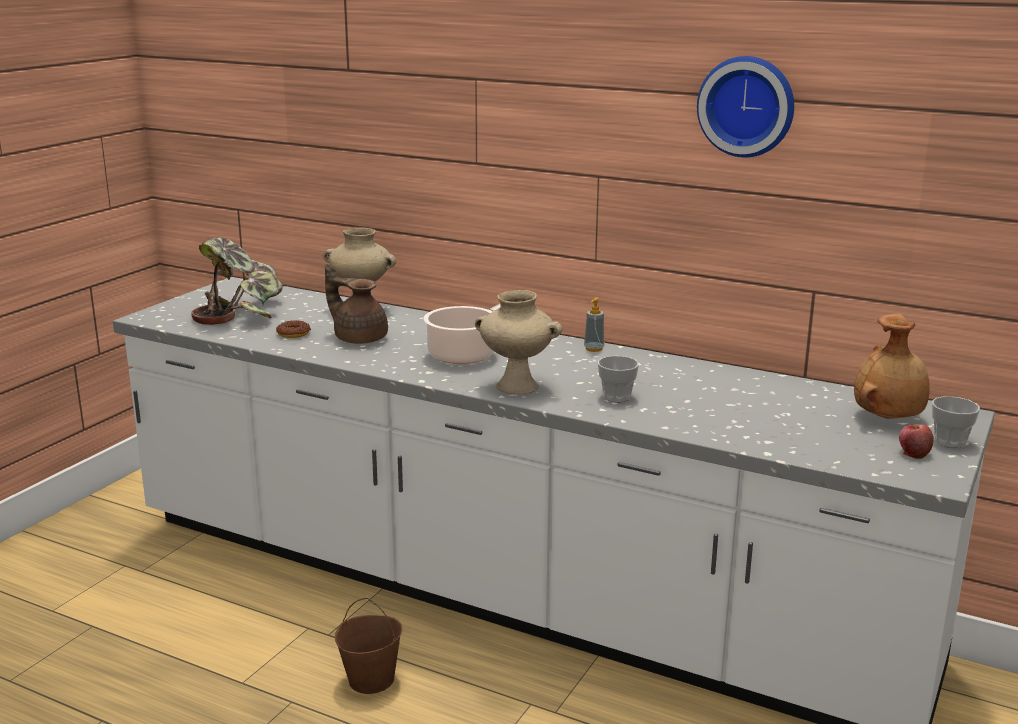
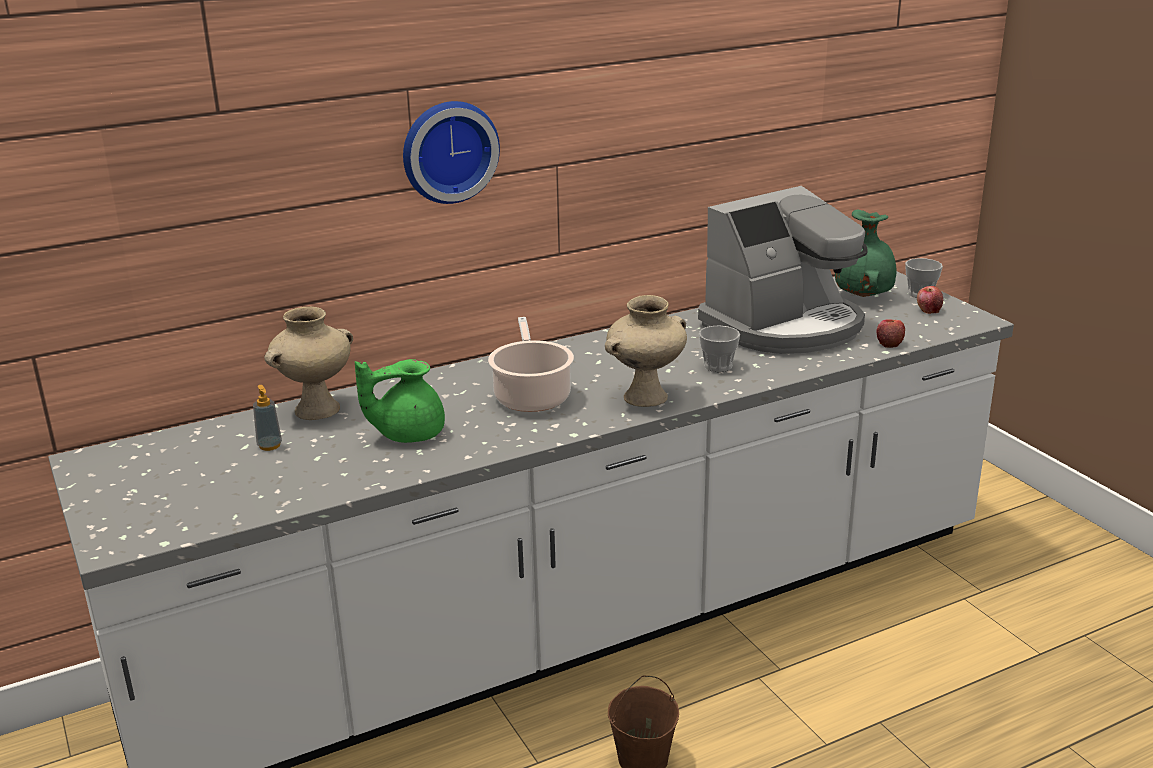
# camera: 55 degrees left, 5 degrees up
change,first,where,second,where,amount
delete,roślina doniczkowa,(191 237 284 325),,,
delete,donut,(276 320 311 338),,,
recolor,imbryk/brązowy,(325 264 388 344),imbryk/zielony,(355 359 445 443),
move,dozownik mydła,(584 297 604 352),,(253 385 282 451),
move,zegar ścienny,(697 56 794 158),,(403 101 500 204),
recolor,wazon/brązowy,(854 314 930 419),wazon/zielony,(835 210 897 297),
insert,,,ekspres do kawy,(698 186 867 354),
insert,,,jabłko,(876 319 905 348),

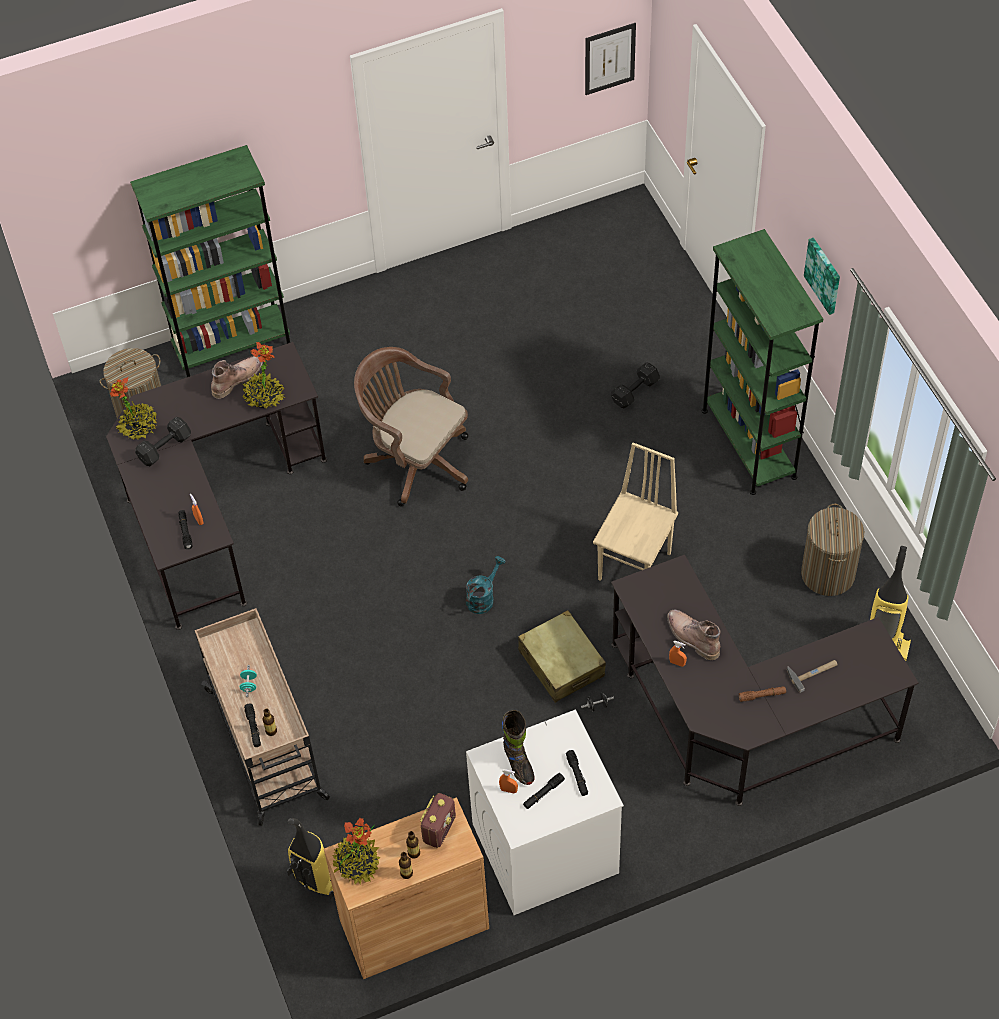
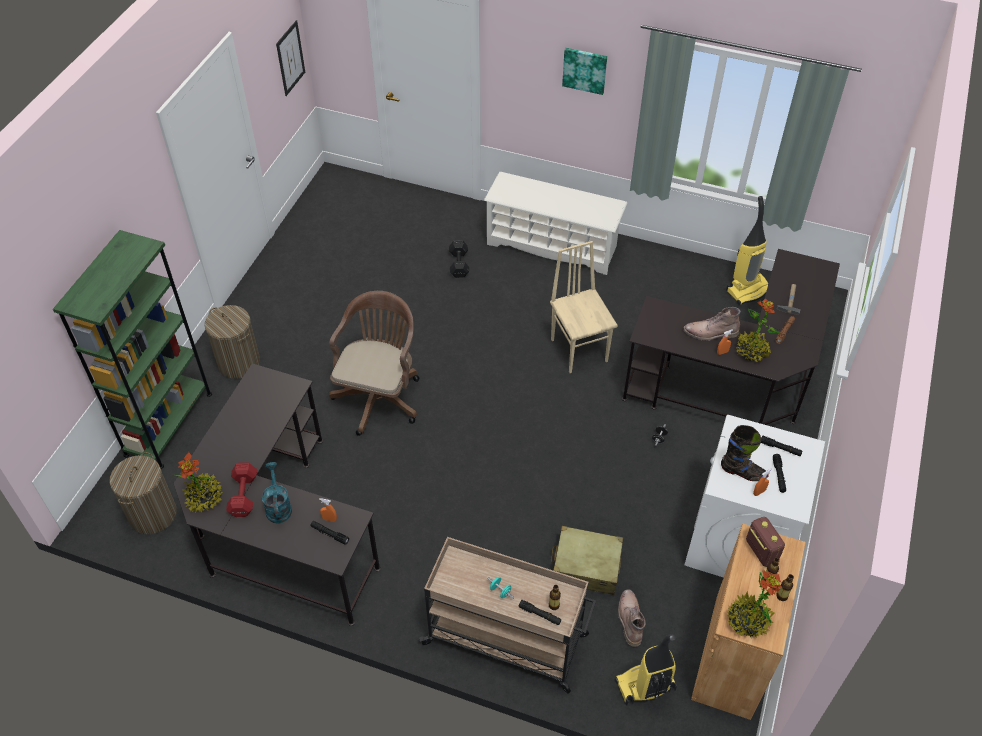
# camera: 50 degrees left, 5 degrees down
change,first,where,second,where,amount
recolor,hantel/czarny,(135 417 191 466),hantel/czerwony,(226 462 257 517),
move,but z cholewką/brązowy,(211 356 263 399),,(618 589 646 647),
move,roślina doniczkowa,(242 342 285 408),,(736 299 780 362),
rotate,krzesło biurowe/brązowy,(354 347 468 507),,(329 291 419 436),120 degrees clockwise
move,konewka/turkusowy,(466 556 505 614),,(262 462 292 524),
move,walizka/beżowy,(518 610 606 703),,(551 526 623 595),
replace,regał/zielony,(702 229 823 495),regał na buty/biały,(484 172 627 275),
move,kosz na pranie,(801 504 864 596),,(205 305 260 379),

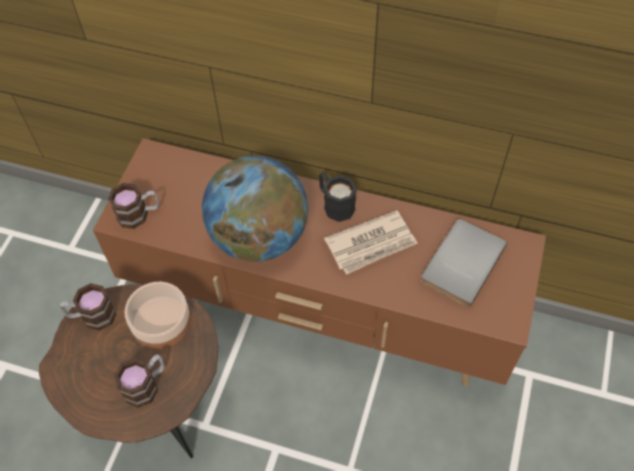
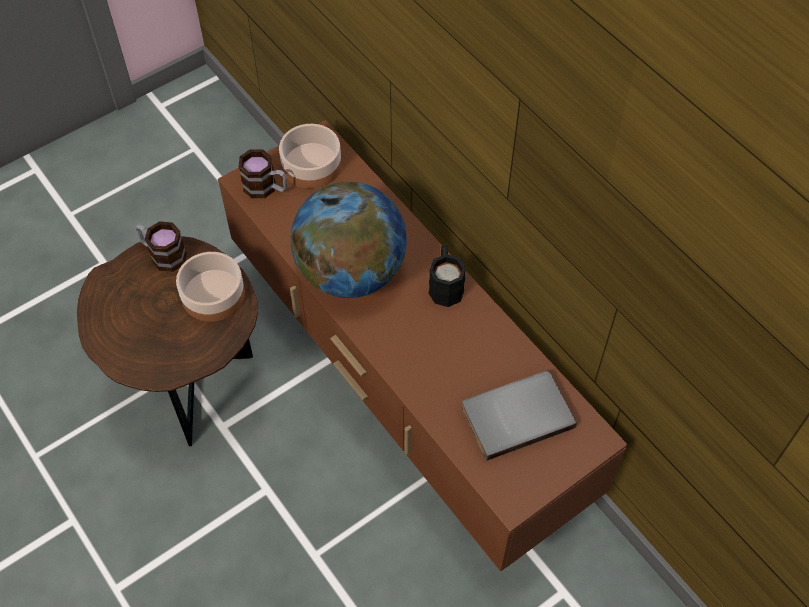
# camera: 35 degrees right, 0 degrees up
change,first,where,second,where,amount
delete,kubek,(114 354 165 408),,,
delete,gazeta,(324 210 418 275),,,
insert,,,miska,(279 124 341 189),

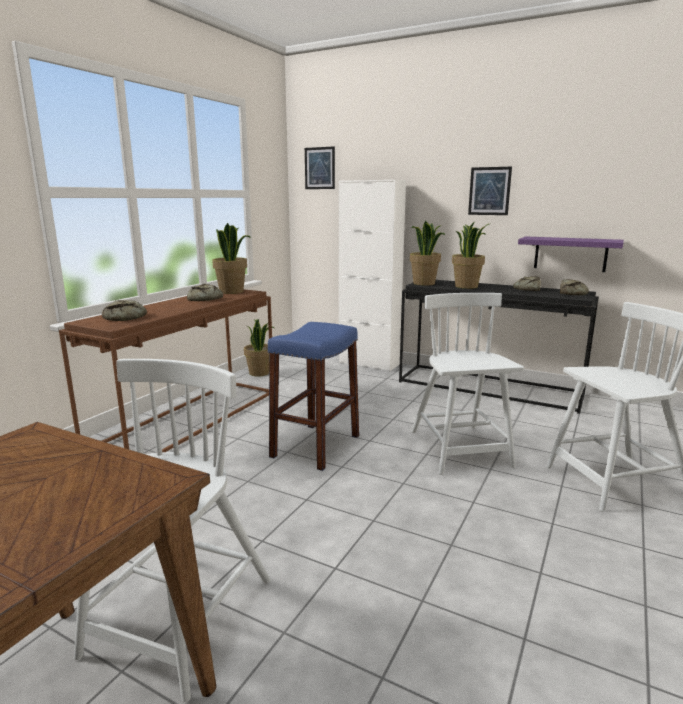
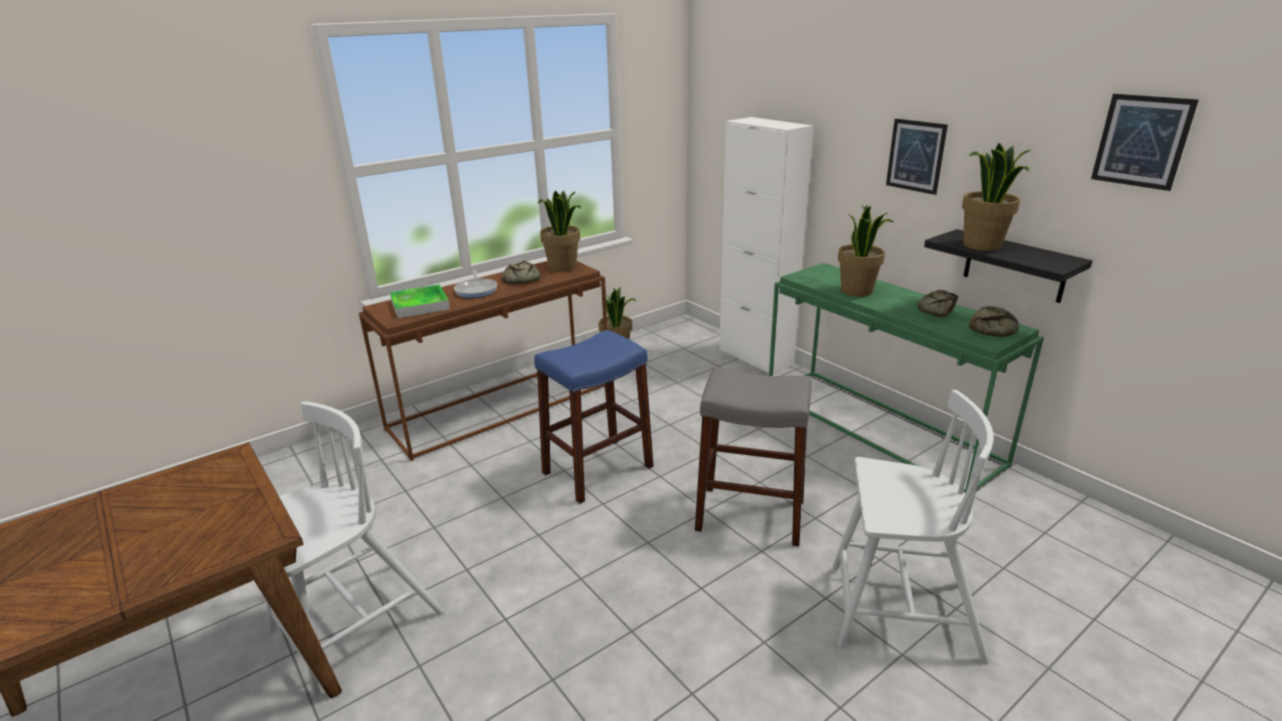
# camera: 25 degrees right, 10 degrees up
change,first,where,second,where,amount
replace,chleb,(102 300 147 321),taca,(390 284 450 318),
move,obraz,(305 146 335 189),,(1091 94 1199 191),
recolor,stolik konsolowy/czarny,(399 280 599 414),stolik konsolowy/zielony,(769 263 1044 494),
move,roślina doniczkowa,(410 221 445 286),,(962 143 1030 251),
replace,krzesło/biały,(411 293 524 475),stołek/szary,(695 367 812 547),
recolor,półka/fioletowy,(518 236 624 272),półka/czarny,(924 229 1093 303),
insert,,,patelnia,(454 270 497 298),

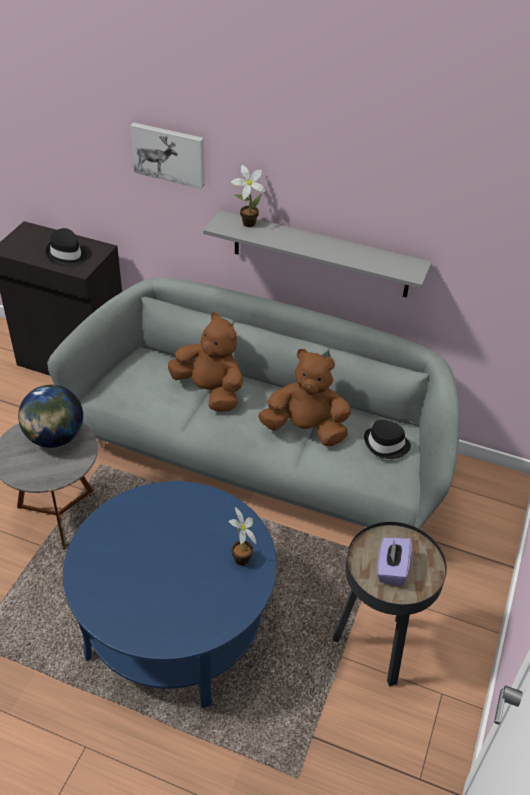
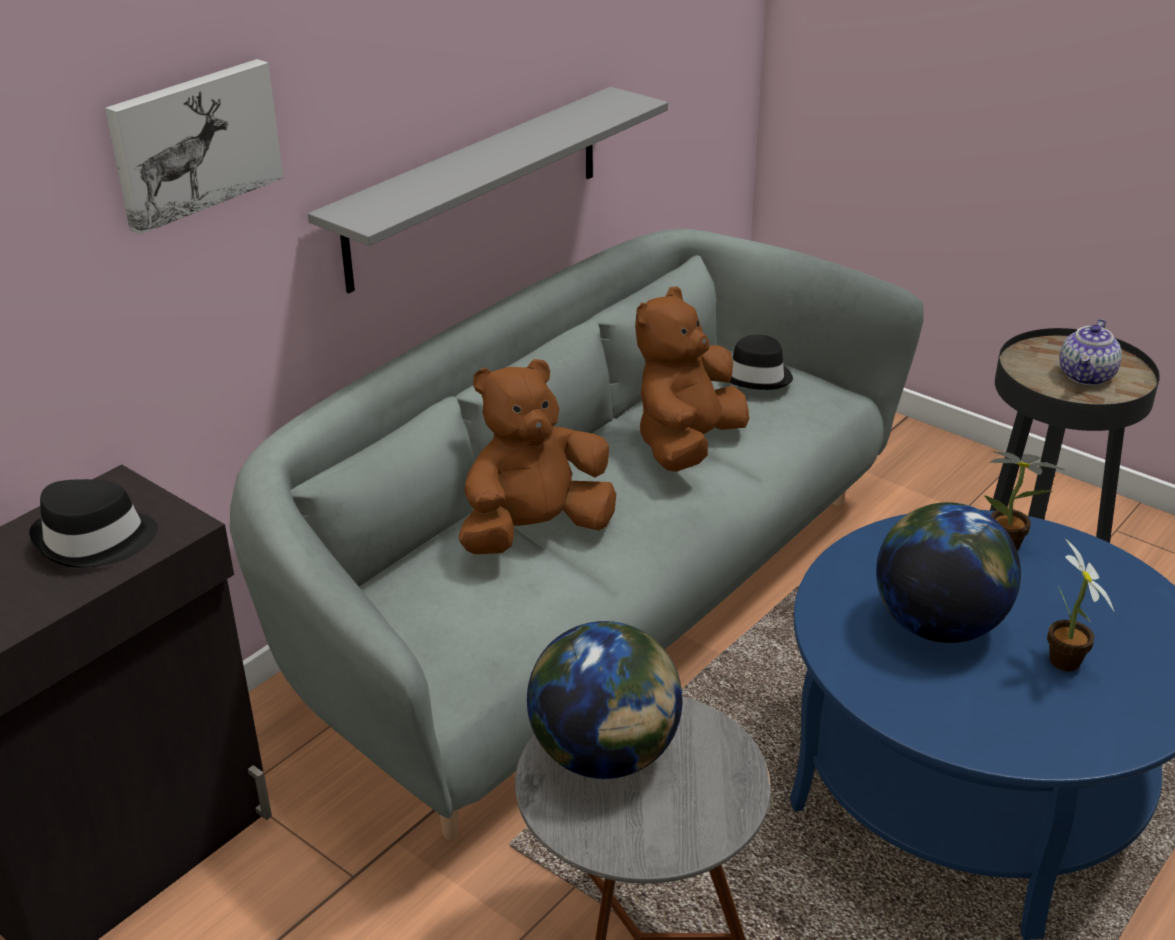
# camera: 70 degrees left, 10 degrees down
change,first,where,second,where,amount
move,roślina doniczkowa,(231 165 266 227),,(1047 538 1114 671),
replace,pudełko chusteczek/fioletowy,(377 538 412 586),imbryk,(1060 319 1122 386),
insert,,,globus,(876 502 1021 643),

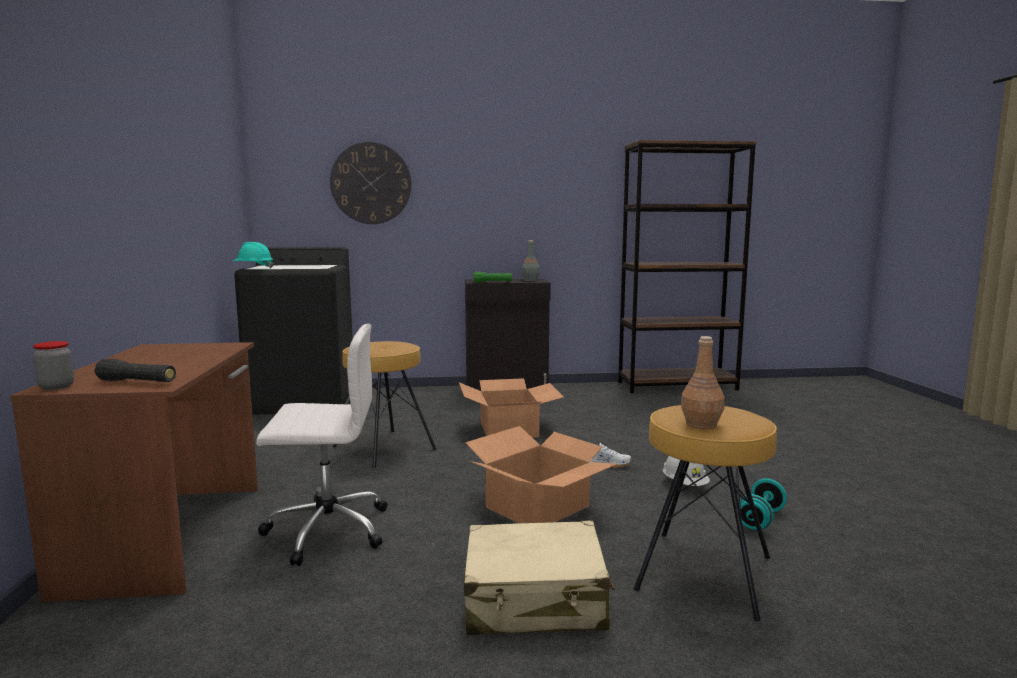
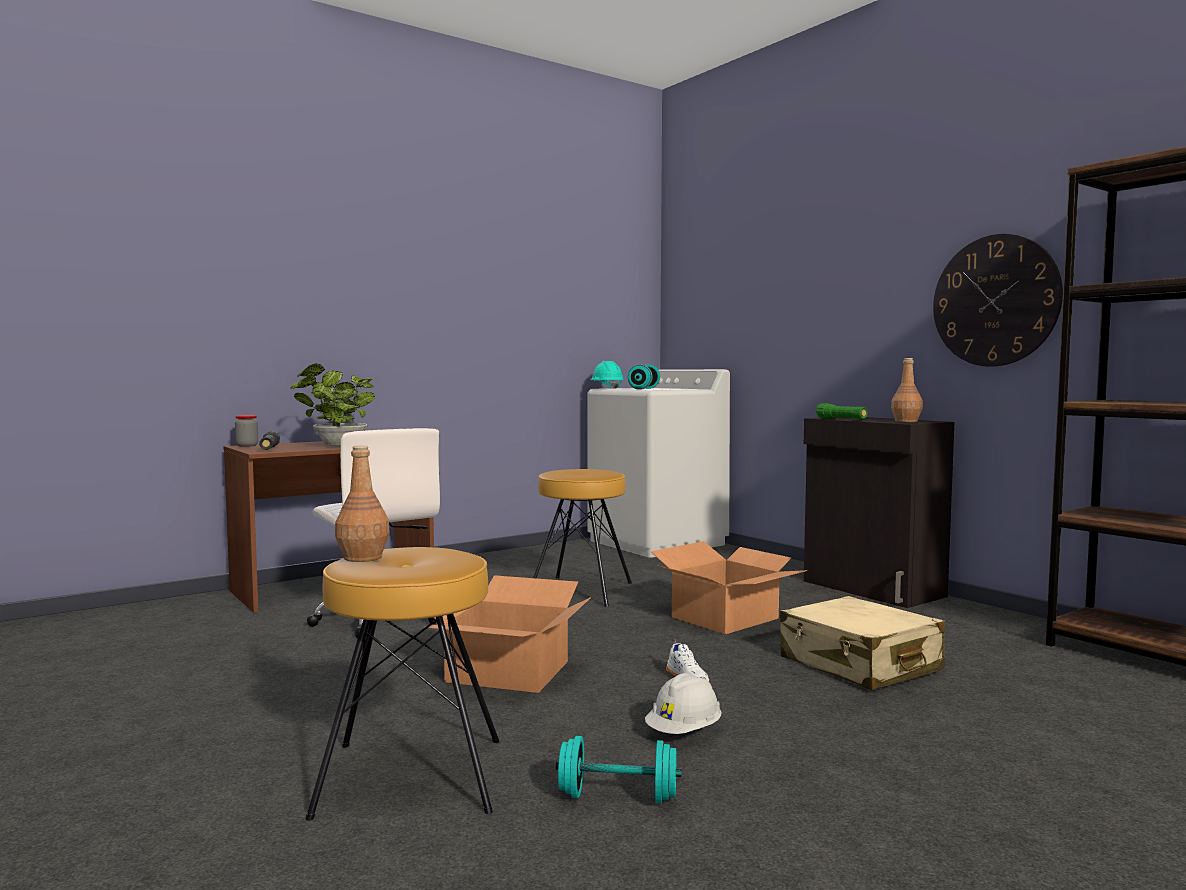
# camera: 60 degrees right, 5 degrees down
change,first,where,second,where,amount
recolor,pralka/czarny,(234 247 353 415),pralka/biały,(587 369 730 558),
move,zegar ścienny,(330 142 411 224),,(933 234 1063 367),
move,walizka/beżowy,(464 521 615 635),,(780 596 945 690),
recolor,butelka/szary,(521 240 540 281),butelka/brązowy,(891 358 923 422),
insert,,,roślina doniczkowa,(290 363 375 447),
insert,,,hantel/turkusowy,(627 364 660 390),

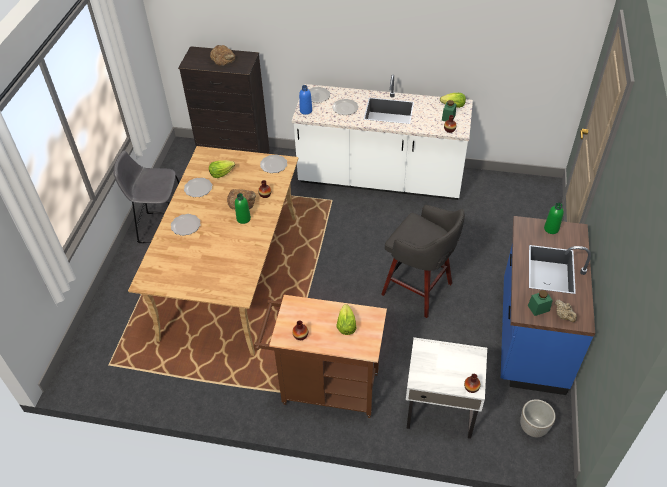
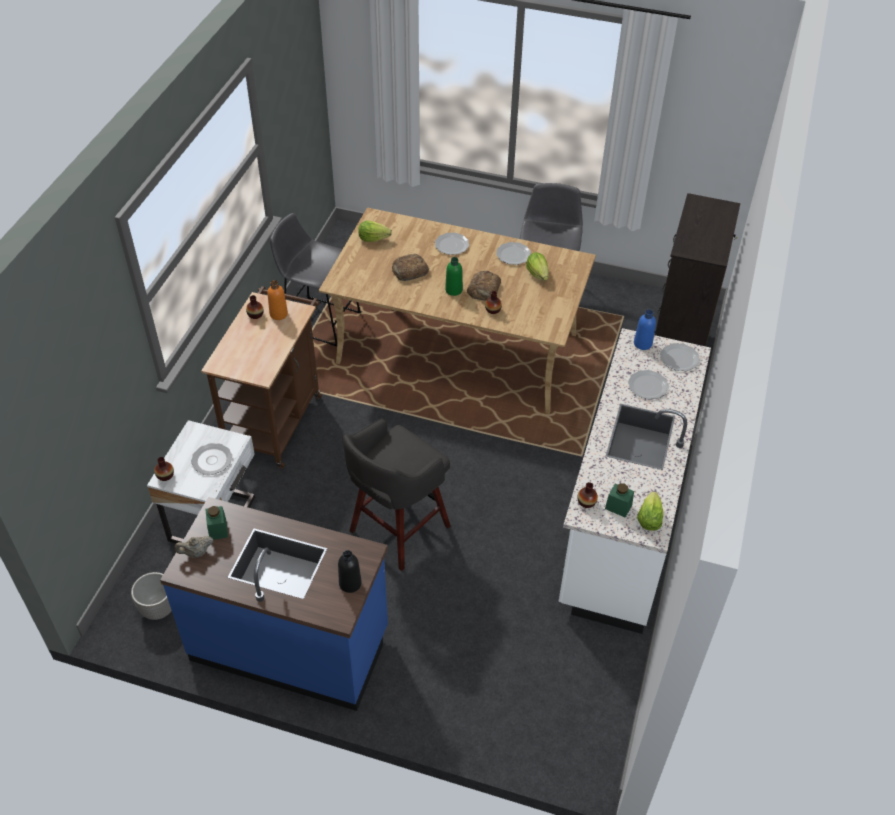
# camera: 95 degrees right, 0 degrees up
change,first,where,second,where,amount
move,chleb,(210 45 235 66),,(392 254 429 281),
move,talerz,(260 155 287 173),,(191 443 232 475),
move,sałata,(337 304 356 335),,(358 221 392 242),
recolor,butelka/zielony,(544 202 564 234),butelka/czarny,(338 550 362 593),
insert,,,butelka/pomarańczowy,(268 280 288 320),
insert,,,stołek/szary,(270 213 361 346),

